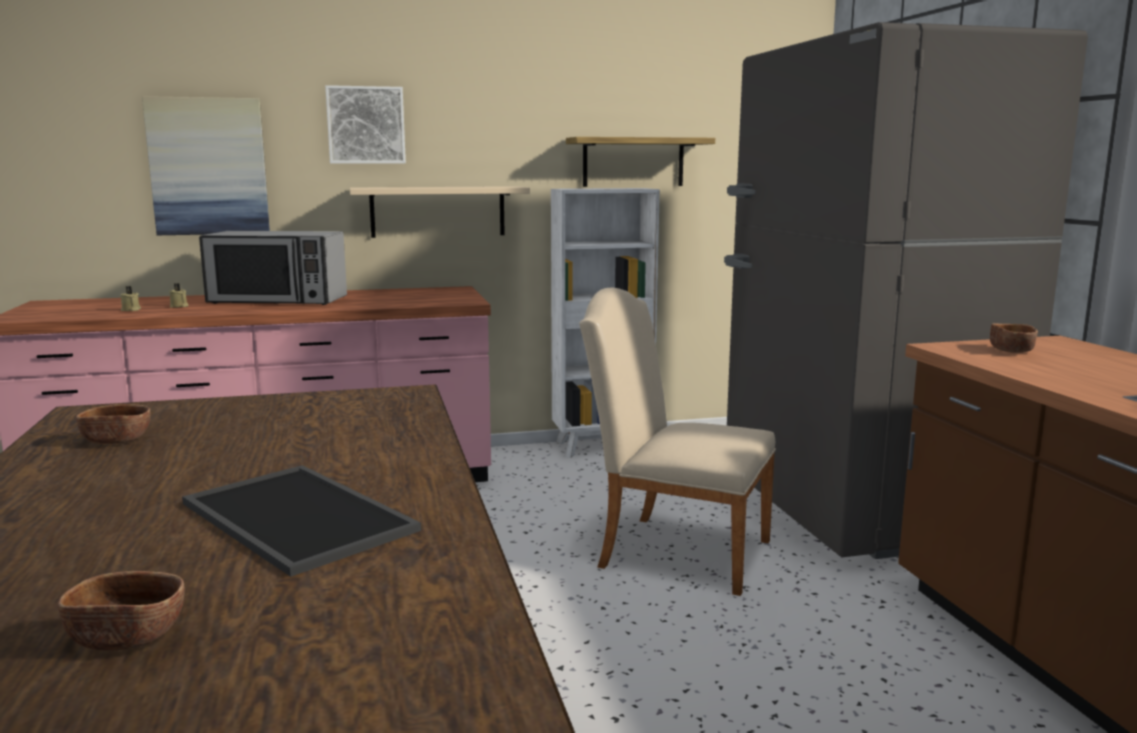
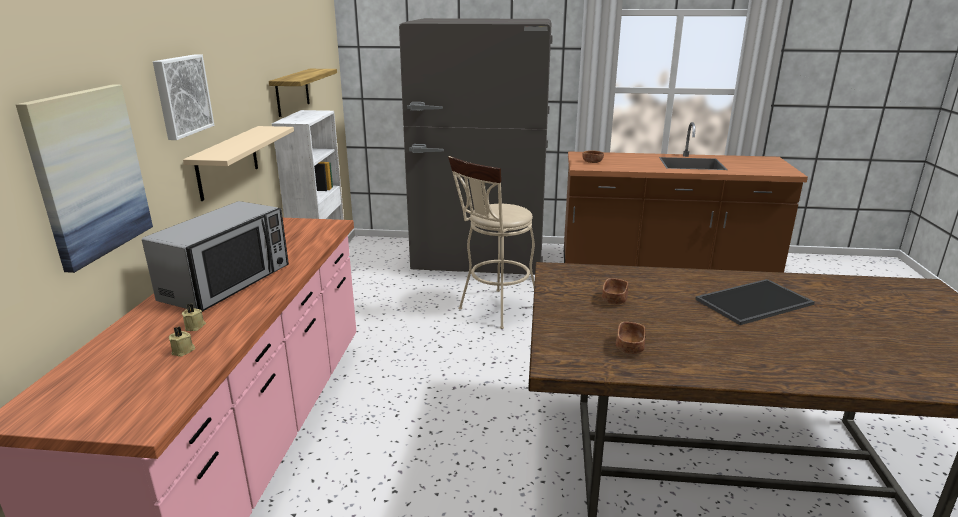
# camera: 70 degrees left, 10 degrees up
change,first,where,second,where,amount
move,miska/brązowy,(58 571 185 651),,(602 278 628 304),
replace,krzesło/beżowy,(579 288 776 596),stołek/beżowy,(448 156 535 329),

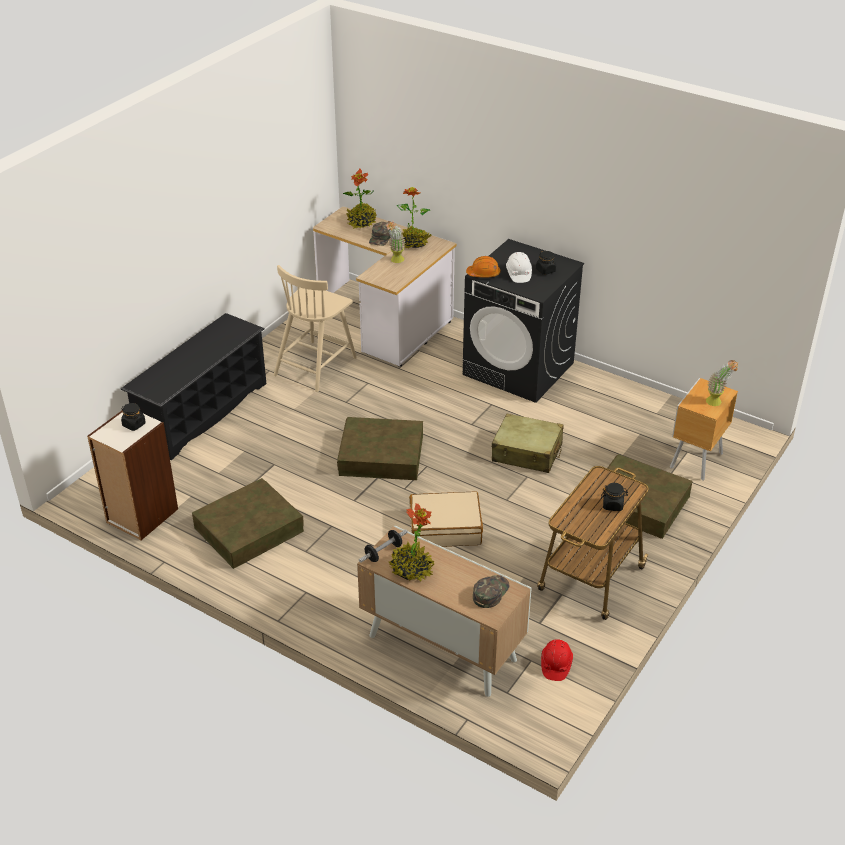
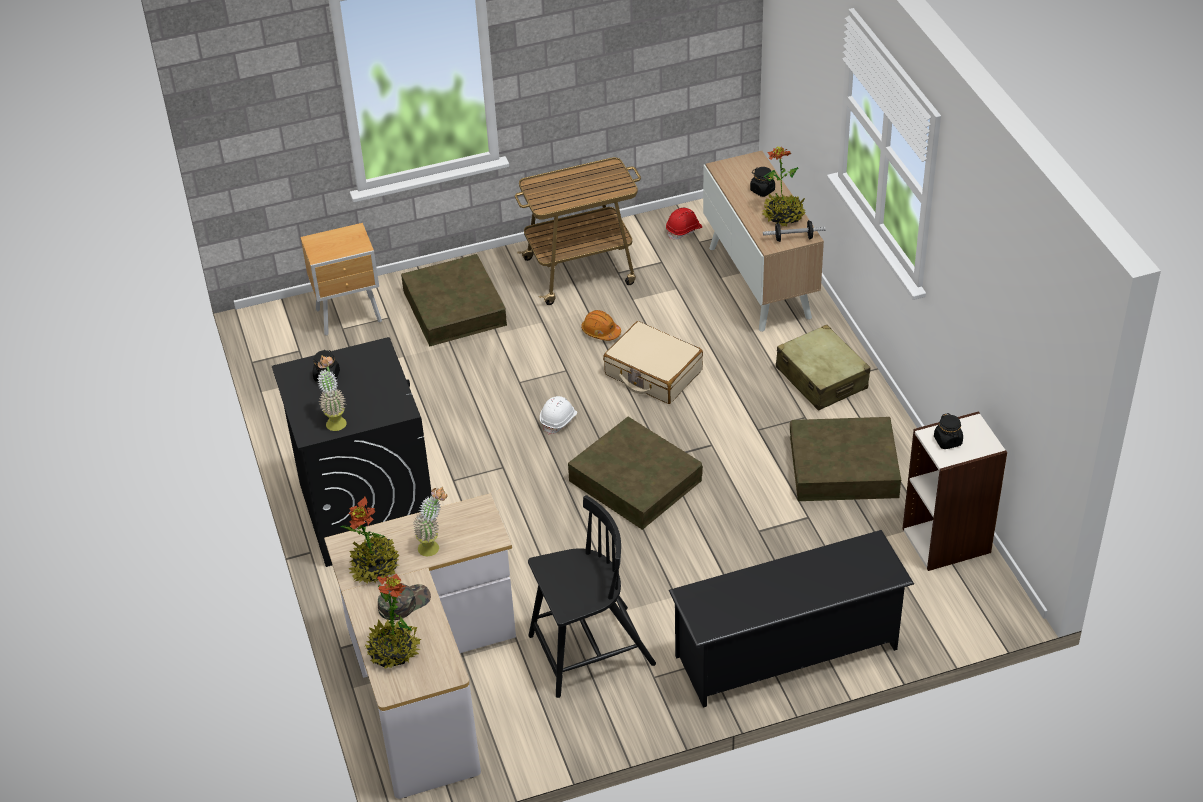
# camera: 140 degrees left, 5 degrees up
change,first,where,second,where,amount
recolor,krzesło/beżowy,(274 265 357 392),krzesło/czarny,(528 495 656 698),
move,kask/pomarańczowy,(466 256 500 278),,(581 310 621 341),
delete,czapka z daszkiem/zielony,(473 575 509 608),,,
move,walizka/beżowy,(492 414 563 473),,(776 325 871 411),
move,kask/biały,(506 252 532 283),,(540 396 577 435),
move,słoik/czarny,(601 483 628 511),,(750 167 775 197),
move,roślina doniczkowa,(706 360 738 406),,(317 355 347 431),

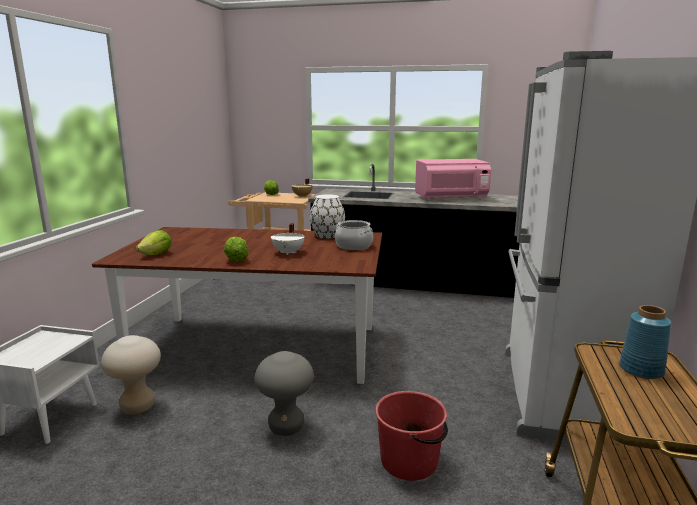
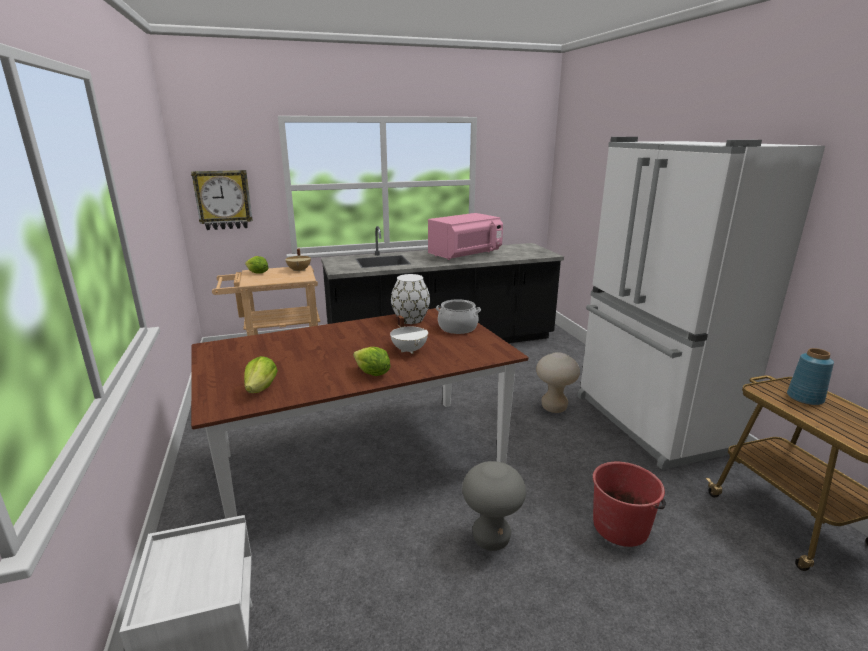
# camera: 30 degrees left, 5 degrees up
change,first,where,second,where,amount
move,stołek/beżowy,(101 335 161 415),,(536 352 580 413),
insert,,,zegar ścienny,(191 170 253 230),

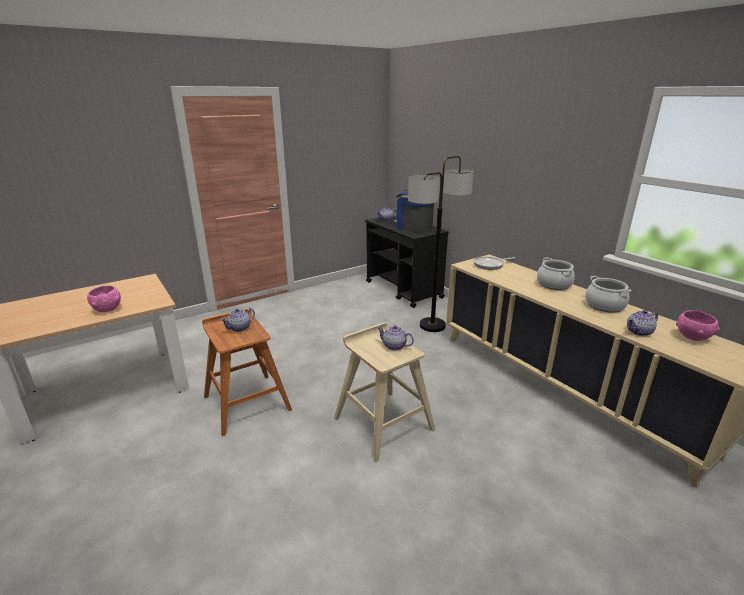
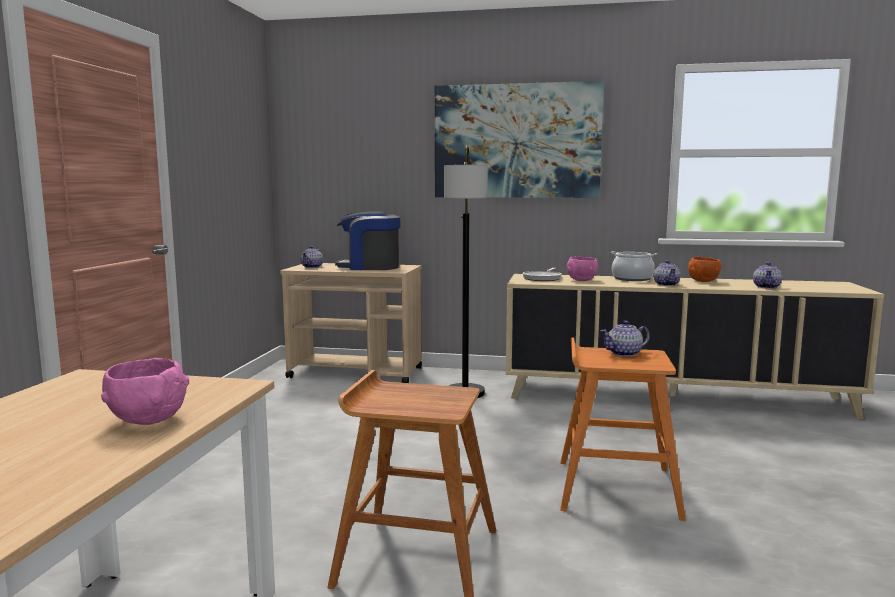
# camera: 45 degrees left, 15 degrees down
change,first,where,second,where,amount
move,imbryk,(220 308 255 332),,(654 260 681 286),
recolor,stołek/beżowy,(334 322 435 462),stołek/pomarańczowy,(560 337 686 521),
recolor,wózek/czarny,(365 214 449 308),wózek/beżowy,(280 263 422 383),
replace,garnek,(585 276 632 313),miska/pomarańczowy,(688 257 721 282),
move,miska/różowy,(676 310 720 341),,(567 256 598 281),
insert,,,obraz,(435 81 604 198),

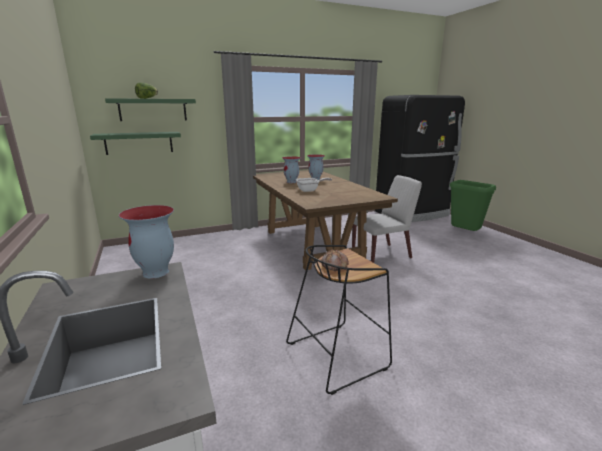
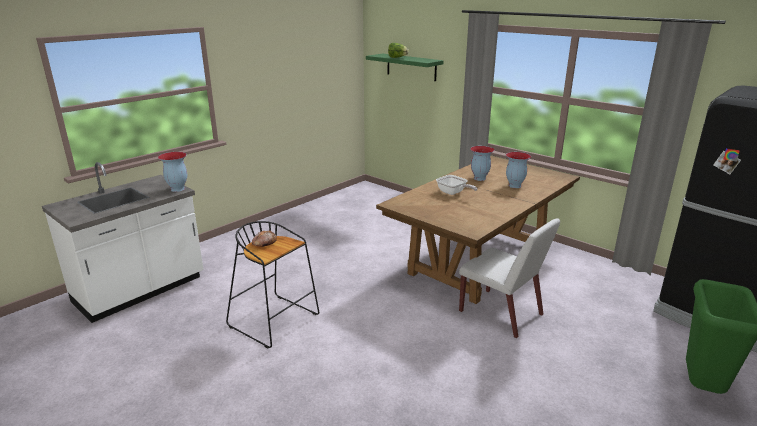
# camera: 65 degrees right, 5 degrees up
change,first,where,second,where,amount
delete,półka/zielony,(90 132 181 155),,,

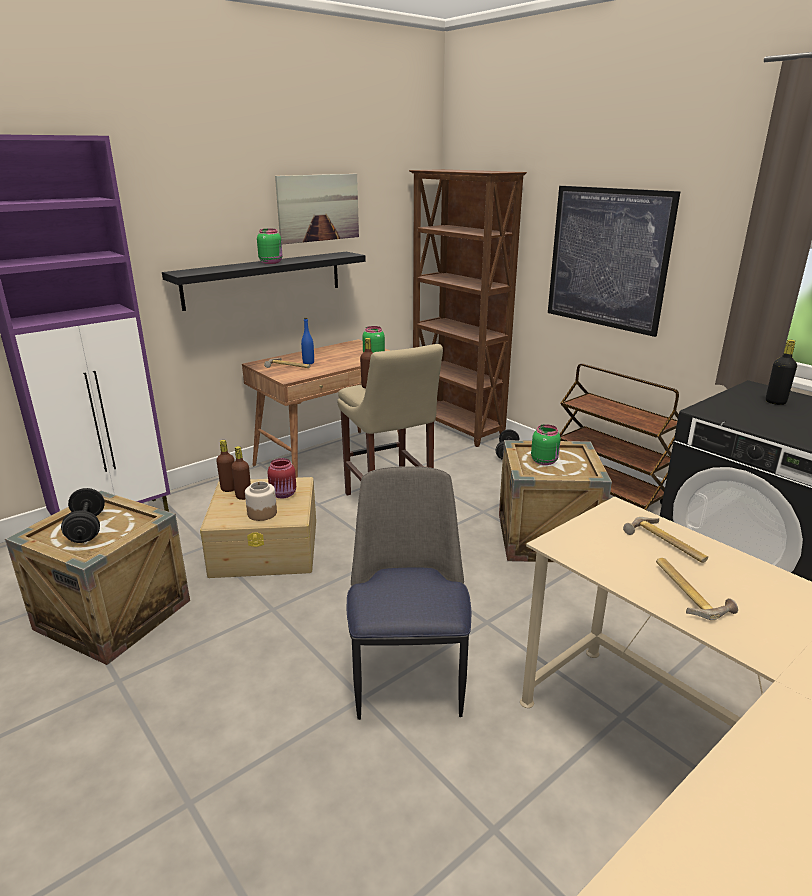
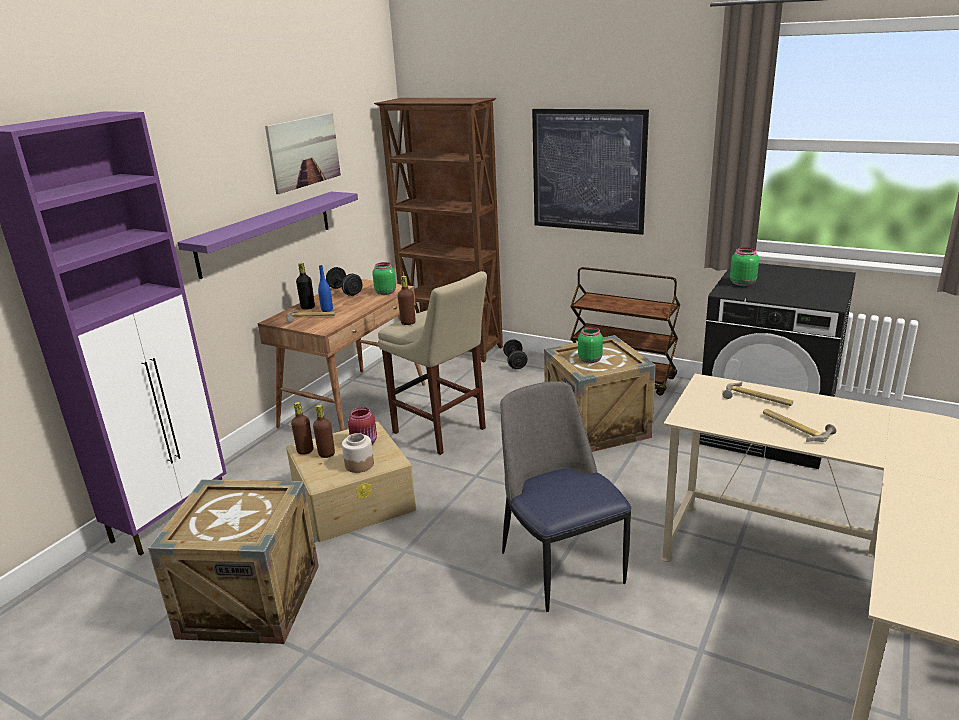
# camera: 20 degrees left, 0 degrees up
change,first,where,second,where,amount
move,hantel/czarny,(61 488 105 543),,(326 267 363 296),
recolor,półka/czarny,(162 252 366 311),półka/fioletowy,(177 192 358 279),
move,słoik/zielony,(257 229 282 264),,(730 247 759 286),
move,butelka/czarny,(766 340 797 405),,(296 263 315 309),

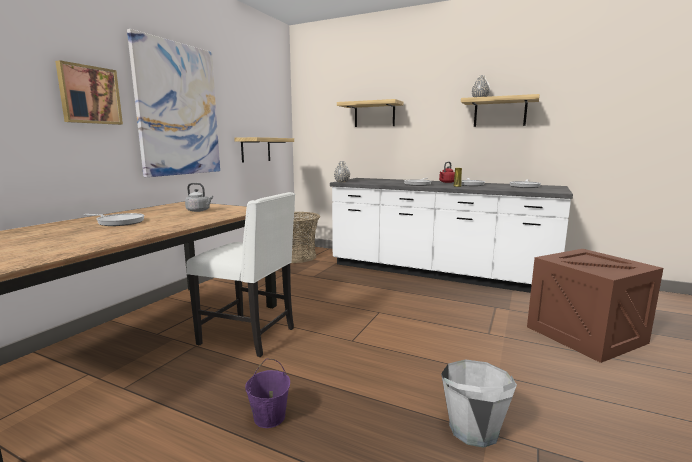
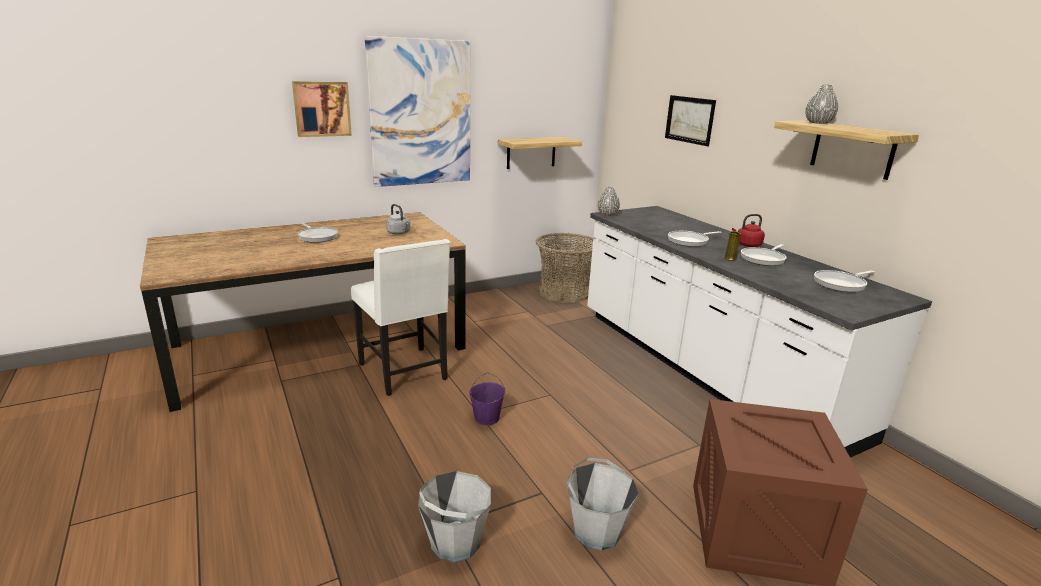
# camera: 35 degrees right, 10 degrees up
change,first,where,second,where,amount
move,wiadro/fioletowy,(245 359 290 428),,(469 373 505 425),
replace,półka,(337 99 404 127),obraz,(665 95 716 146),
insert,,,wiadro/szary,(566 457 639 551),

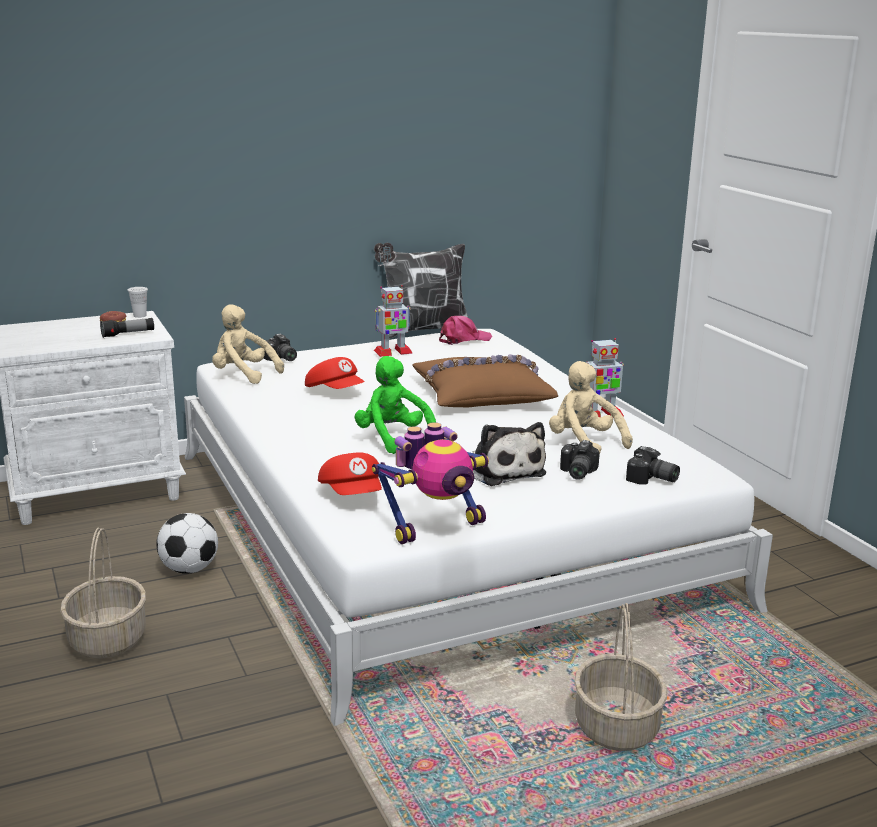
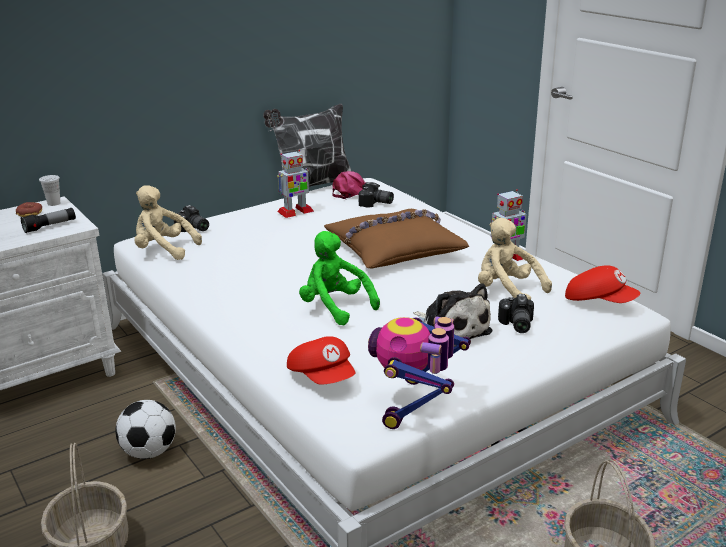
# camera: 10 degrees left, 5 degrees up
change,first,where,second,where,amount
move,czapka z daszkiem/czerwony,(305 357 365 389),,(565 266 640 303),
rotate,robot zabawkowy,(372 422 489 544),,(368 316 471 429),150 degrees clockwise
move,aparat fotograficzny,(626 446 680 485),,(358 182 394 208),

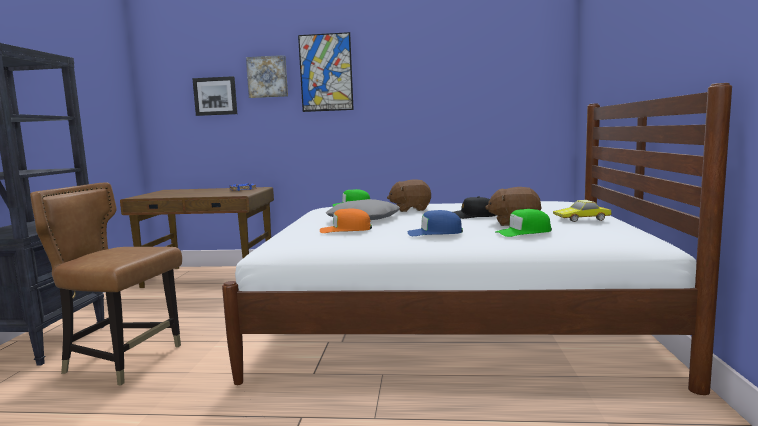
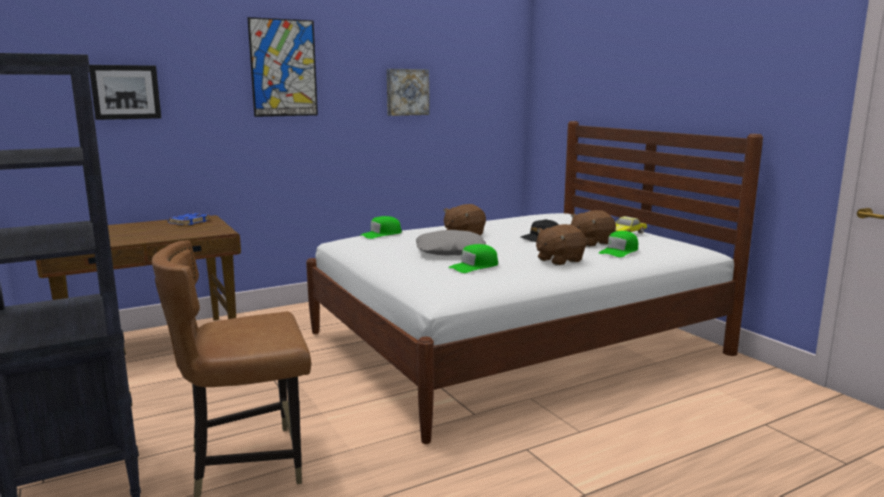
# camera: 35 degrees left, 5 degrees up
change,first,where,second,where,amount
move,obraz,(246 55 288 98),,(387 69 430 116),
recolor,czapka z daszkiem/pomarańczowy,(320 208 372 233),czapka z daszkiem/zielony,(448 244 498 273),
replace,czapka z daszkiem/niebieski,(408 210 463 236),pluszak/brązowy,(536 224 586 265),

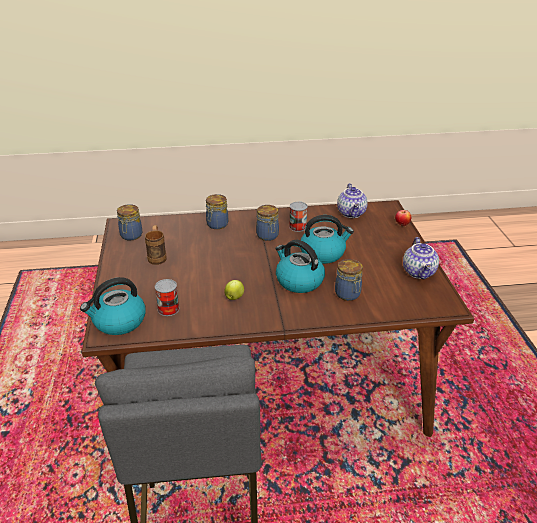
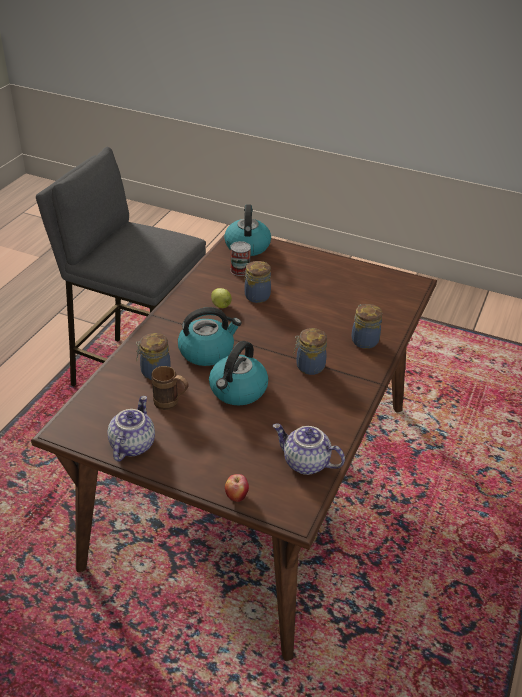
# camera: 120 degrees right, 5 degrees up
change,first,where,second,where,amount
move,słoik,(117 204 142 240),,(244 261 271 303),
move,kubek/brązowy,(145 225 166 265),,(151 366 189 410),
delete,puszka,(289 202 308 232),,,
rotate,imbryk,(403 237 439 279),,(108 396 155 461),75 degrees clockwise

